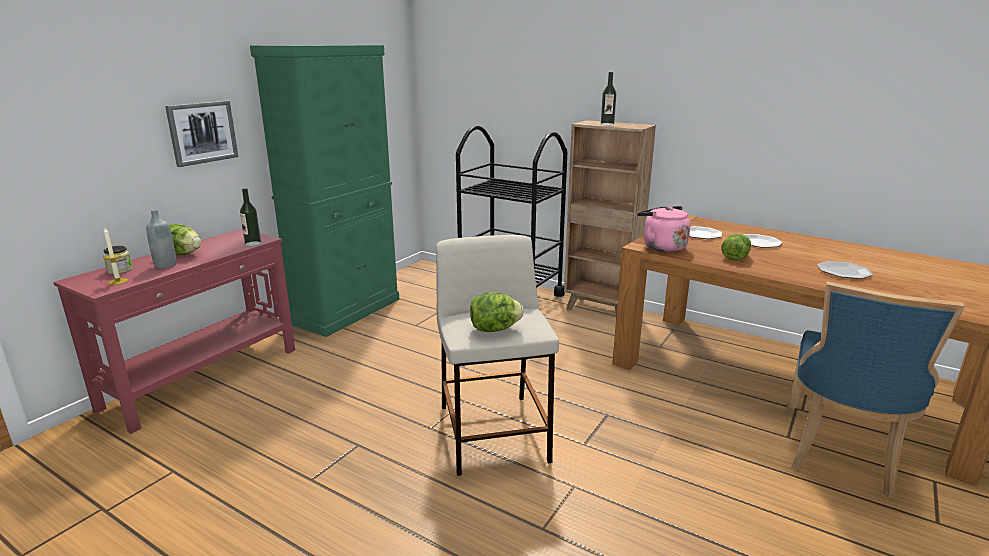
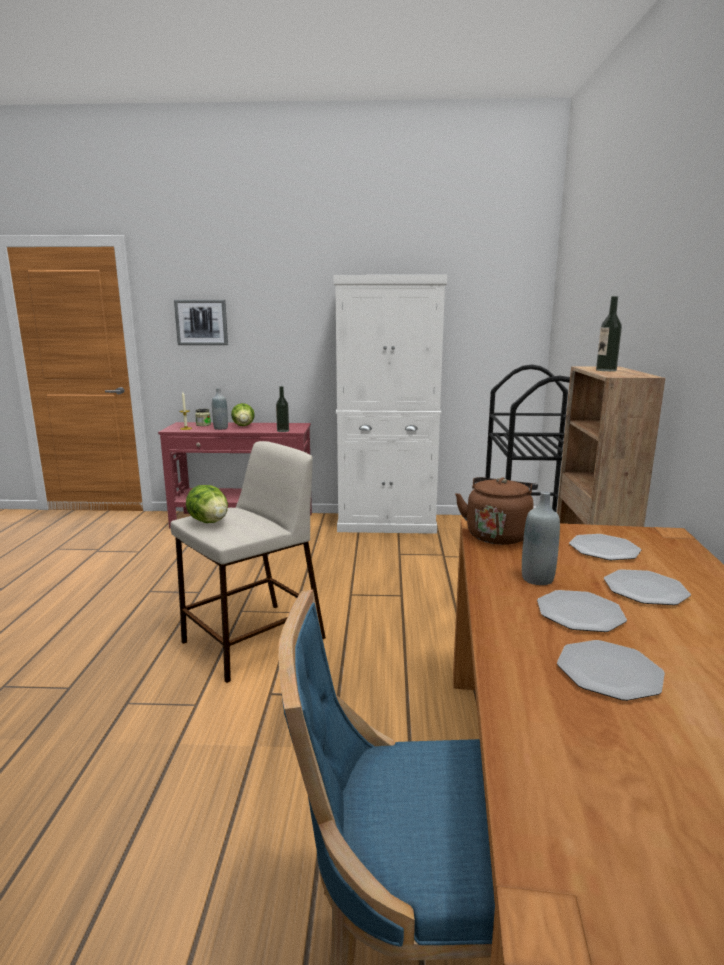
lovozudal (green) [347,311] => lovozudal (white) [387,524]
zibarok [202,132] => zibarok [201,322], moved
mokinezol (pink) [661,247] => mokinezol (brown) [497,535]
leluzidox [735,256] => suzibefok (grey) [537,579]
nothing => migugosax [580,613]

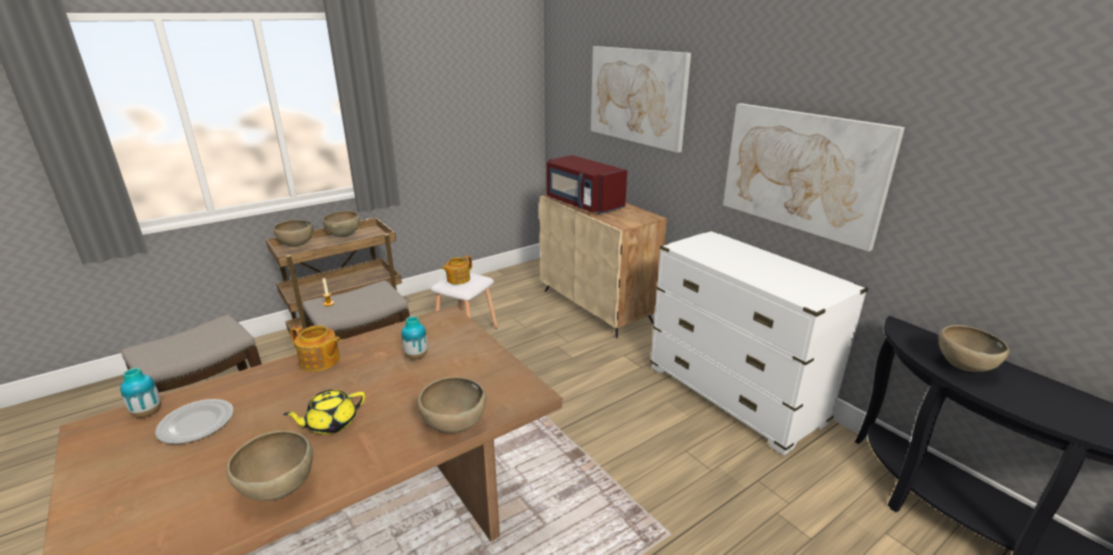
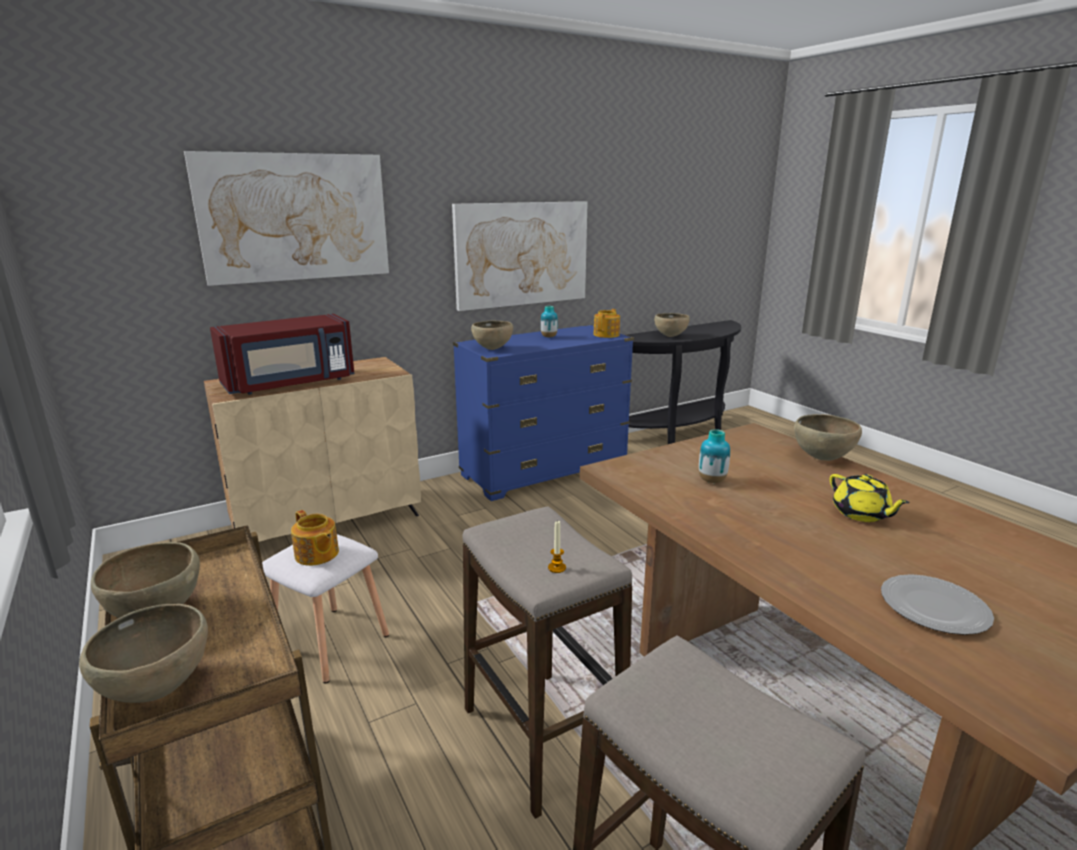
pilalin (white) [733,395] => pilalin (blue) [544,471]
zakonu [320,361] => zakonu [607,334], moved
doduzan [148,413] => doduzan [549,337], moved
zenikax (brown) [279,490] => zenikax (brown) [493,349], moved

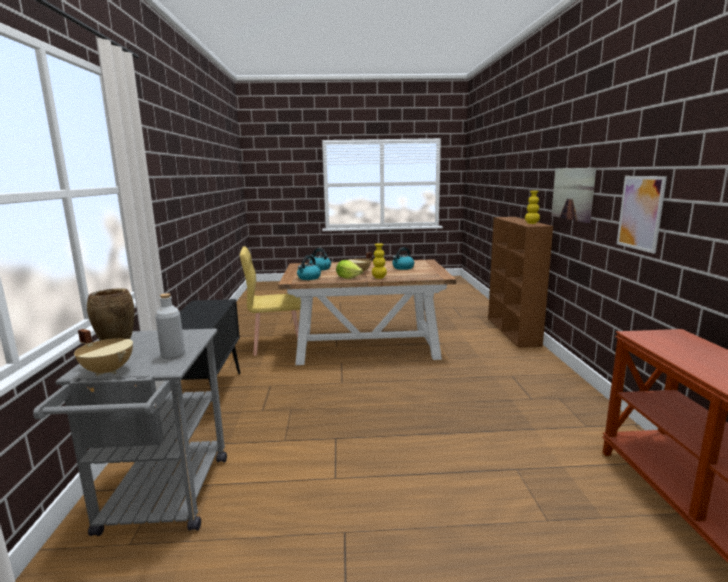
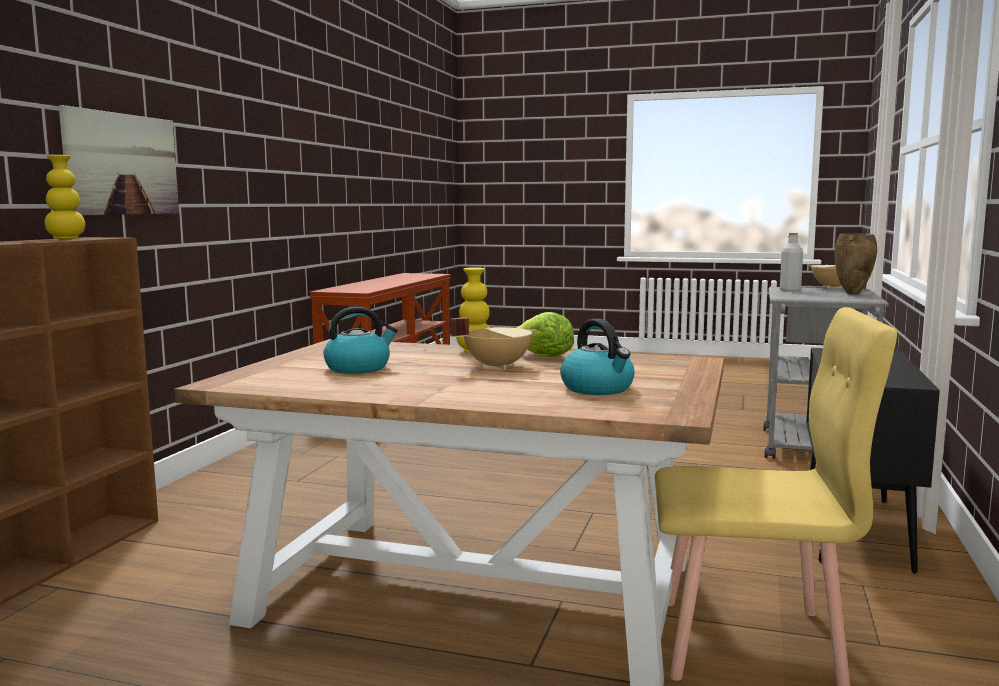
zibarok [640,213] => nothing
mokinezol [309,278] => nothing

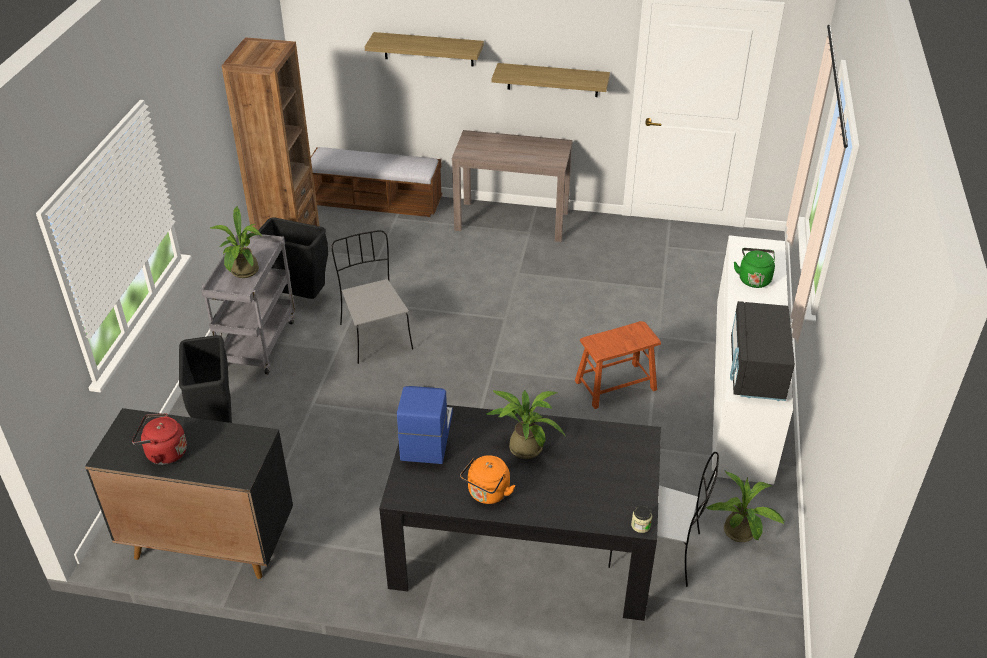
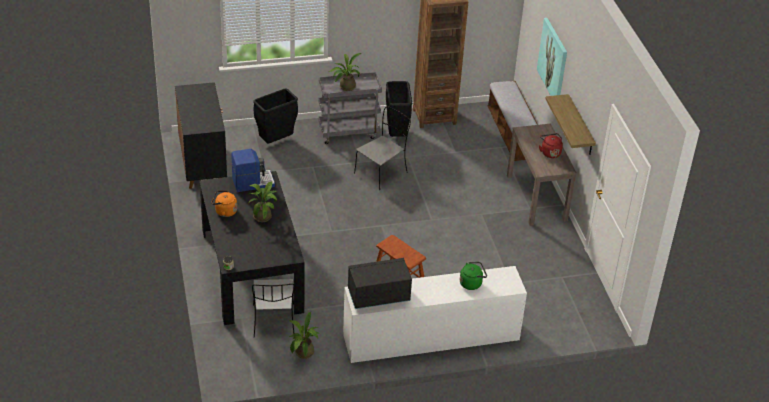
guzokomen [428,49] => zibarok [553,60]
mokinezol (red) [164,453] => mokinezol (red) [550,152], moved

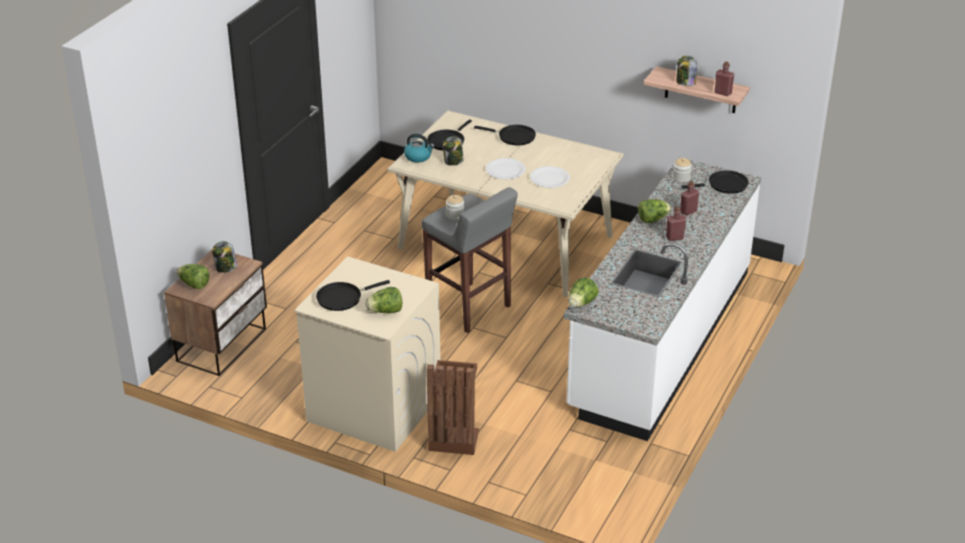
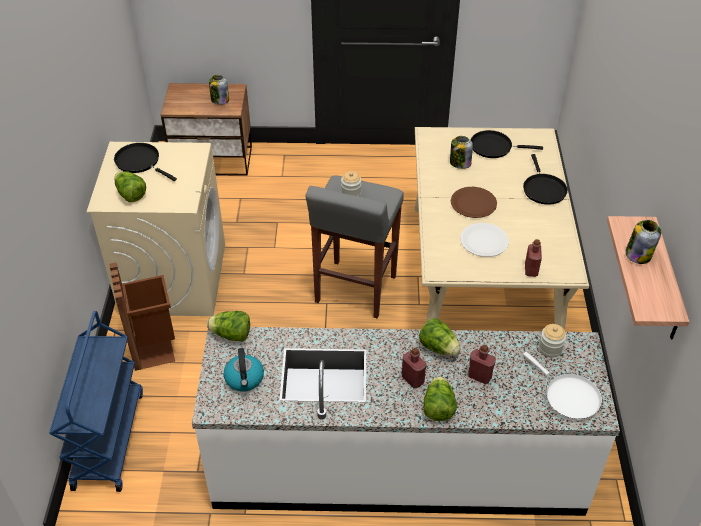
suzibefok (red) [723,93] => suzibefok (red) [531,270], moved
mokinezol [418,157] => mokinezol [244,379], moved
migugosax (white) [505,170] => migugosax (brown) [473,203]
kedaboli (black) [724,185] => kedaboli (white) [568,396]
leluzidox [194,284] => leluzidox [438,408], moved
nothing => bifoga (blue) [108,438]

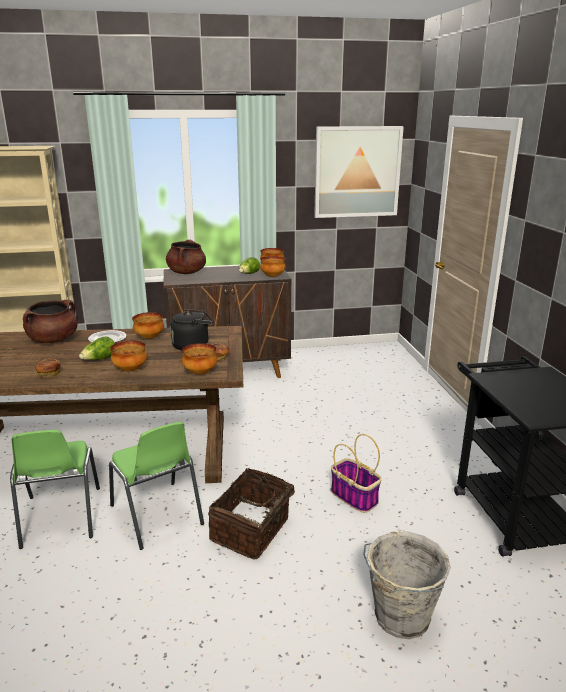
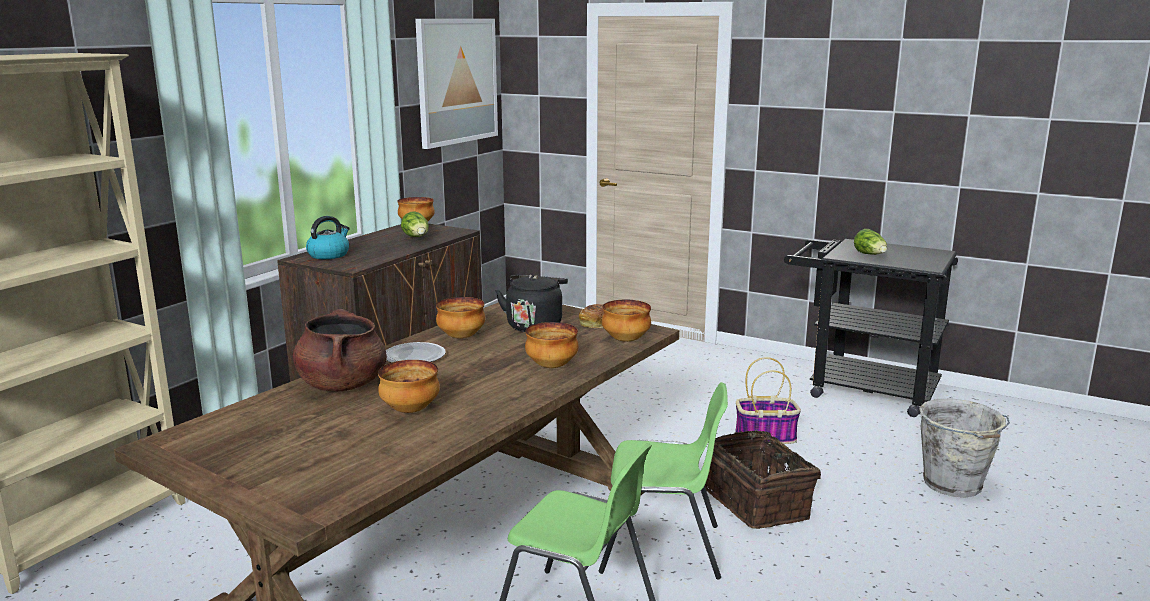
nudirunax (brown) [186,272] => mokinezol [329,255]
zenikax [272,276] => zenikax [409,410], moved
leluzidox [99,359] => leluzidox [870,255], moved
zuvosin [49,374] => nothing

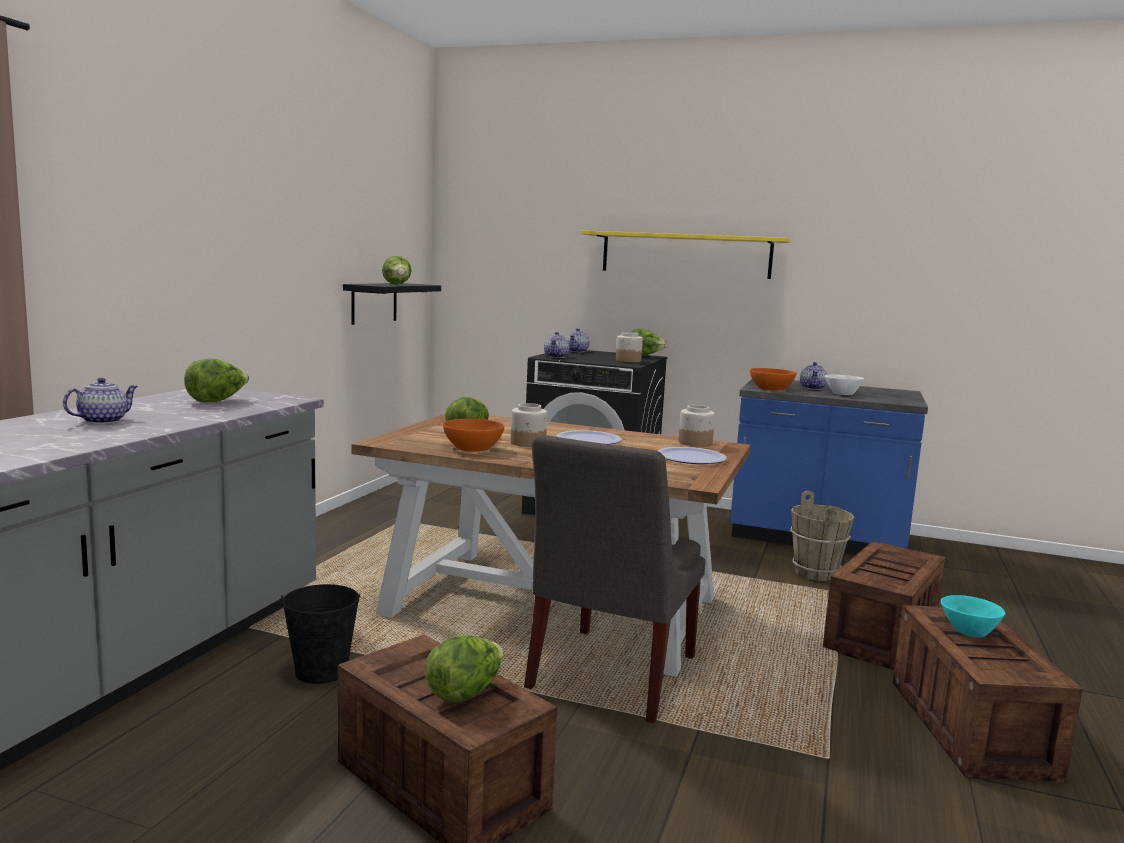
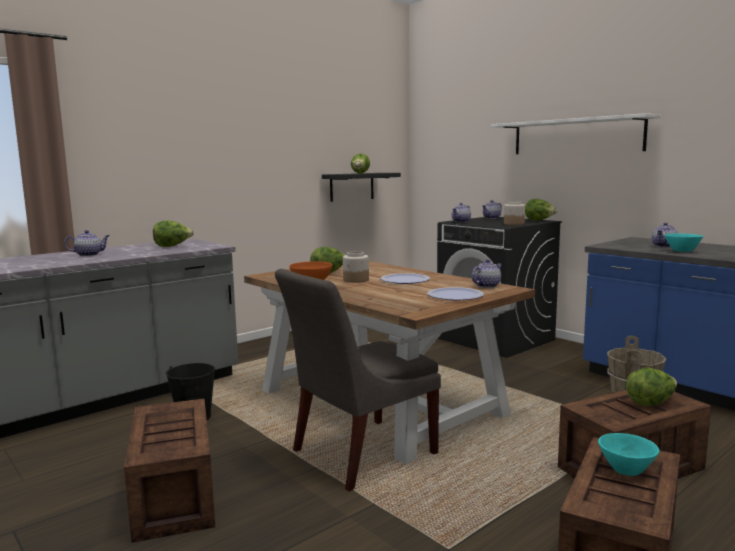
guzokomen (yellow) [685,255] => guzokomen (white) [576,136]
zenikax (orange) [771,388] => nothing
zenikax (white) [843,394] => zenikax (turquoise) [683,251]
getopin [694,443] => zakonu [486,286]
leluzidox [465,693] => leluzidox [650,403], moved

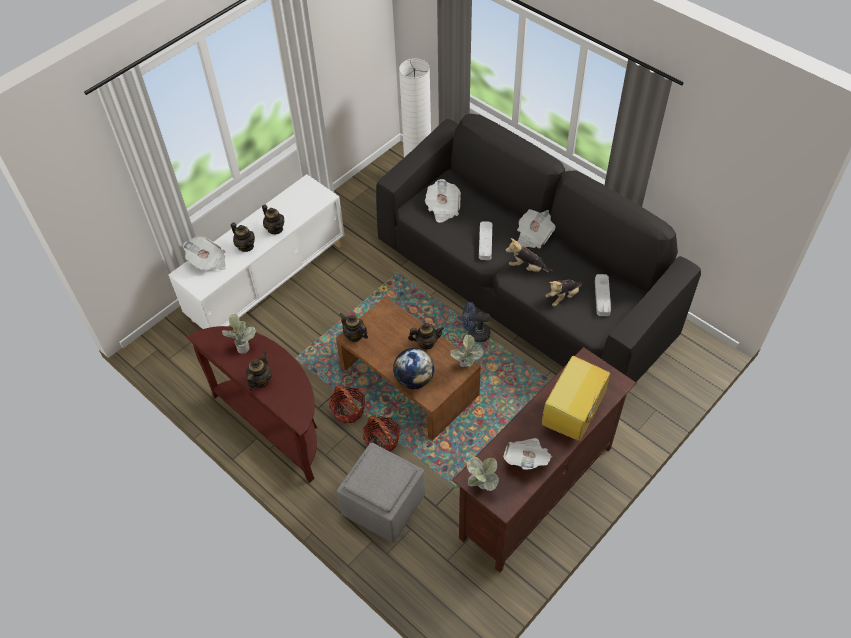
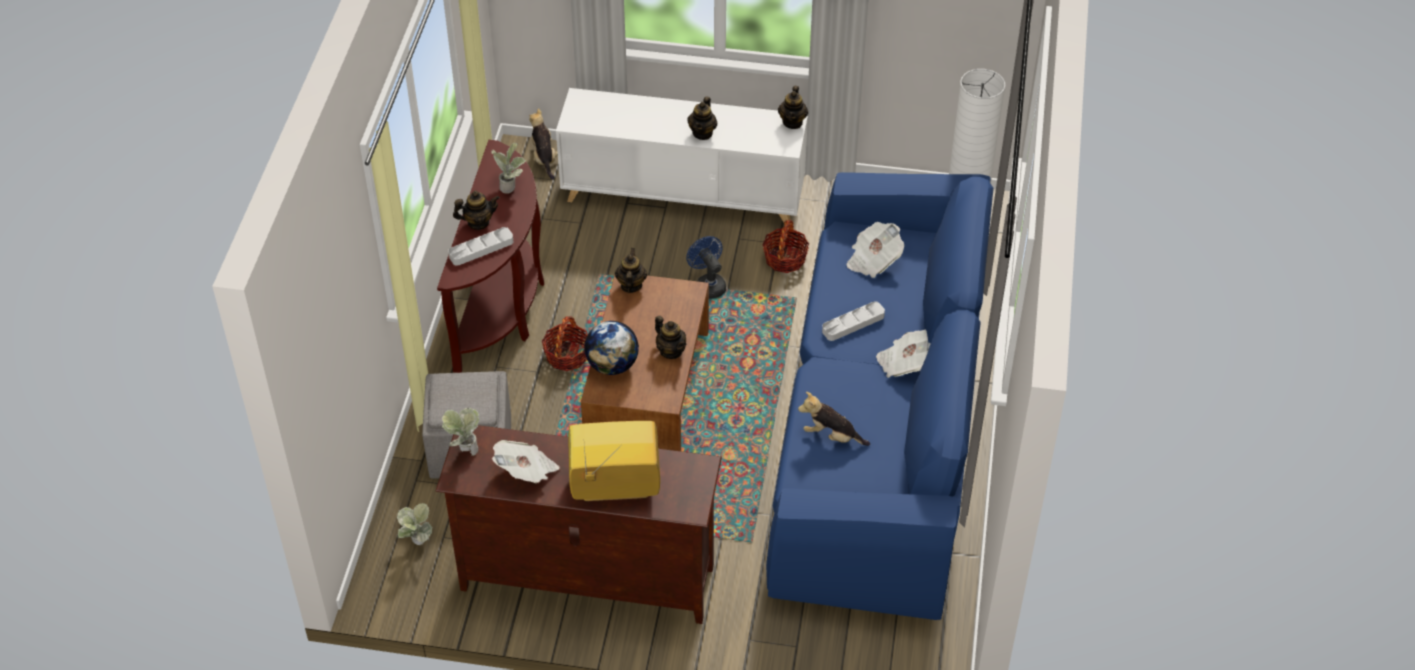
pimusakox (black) [524,287] => pimusakox (blue) [879,428]
zakonu [246,246] => zakonu [792,122], moved
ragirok [208,261] => nothing
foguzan [527,268] => foguzan [544,158], moved
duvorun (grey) [602,296] => duvorun (grey) [481,249], moved
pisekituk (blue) [475,333] => pisekituk (blue) [708,285], moved
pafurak [467,366] => pafurak [418,544], moved
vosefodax [382,440] => vosefodax [785,259], moved

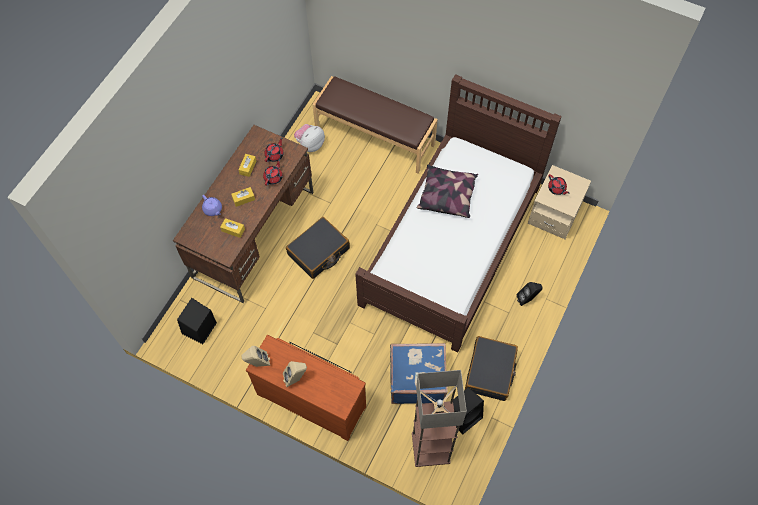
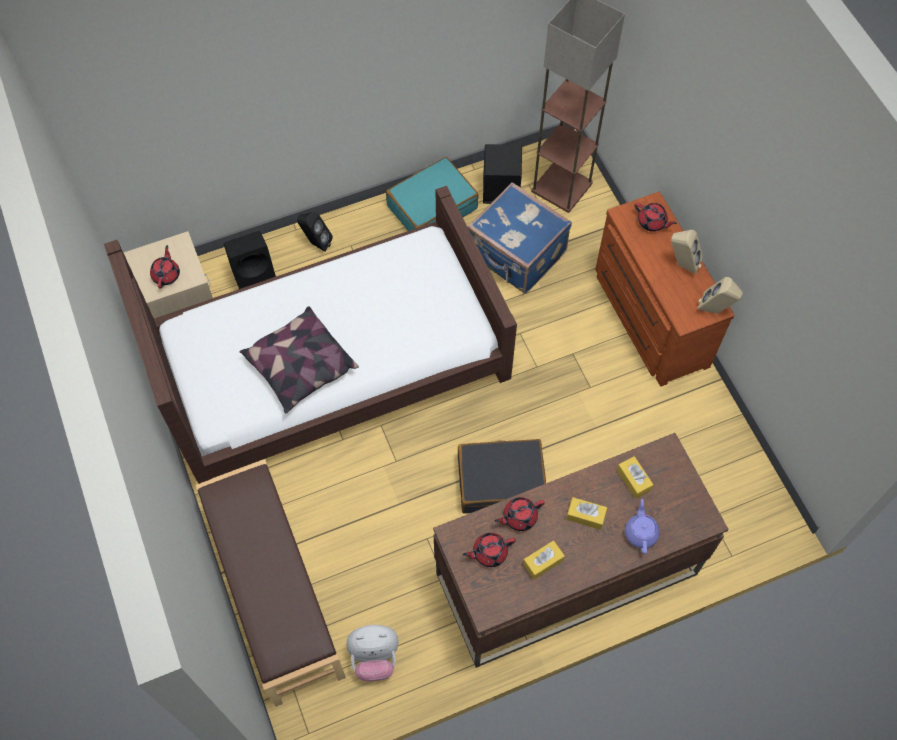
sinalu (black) [199,329] => sinalu (black) [256,276], moved
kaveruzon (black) [490,372] => kaveruzon (turquoise) [432,207]
nothing => zakonu (red) [652,222]

